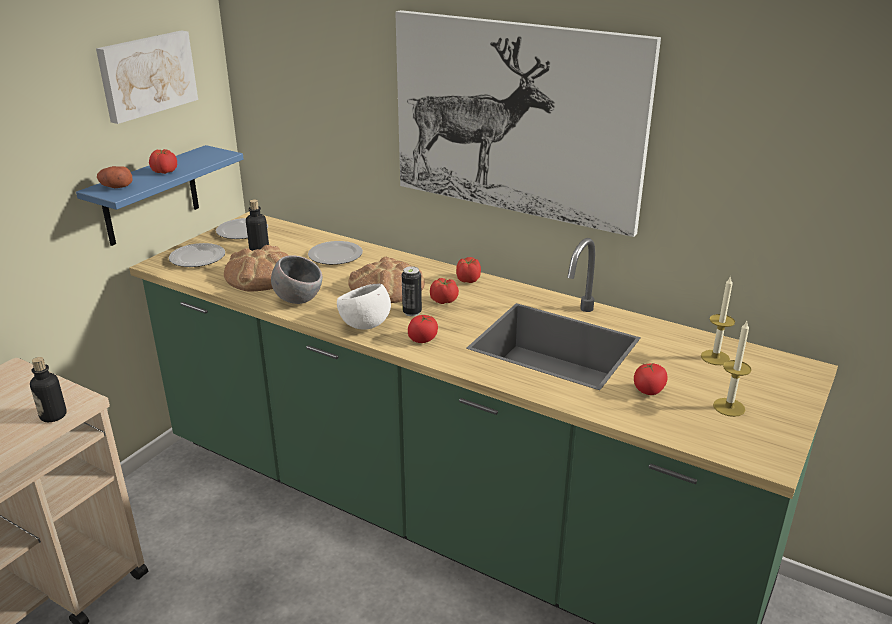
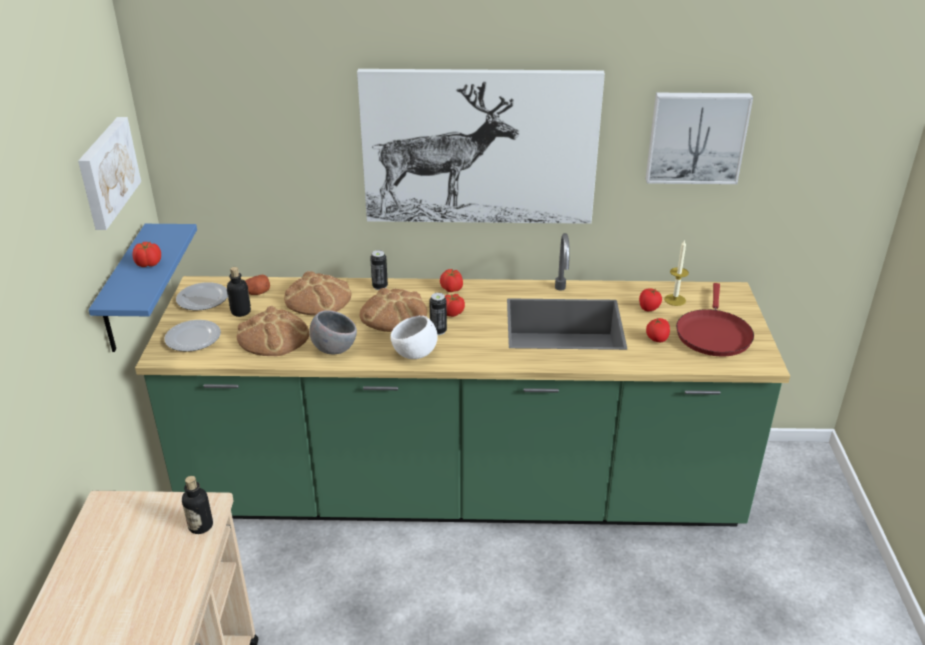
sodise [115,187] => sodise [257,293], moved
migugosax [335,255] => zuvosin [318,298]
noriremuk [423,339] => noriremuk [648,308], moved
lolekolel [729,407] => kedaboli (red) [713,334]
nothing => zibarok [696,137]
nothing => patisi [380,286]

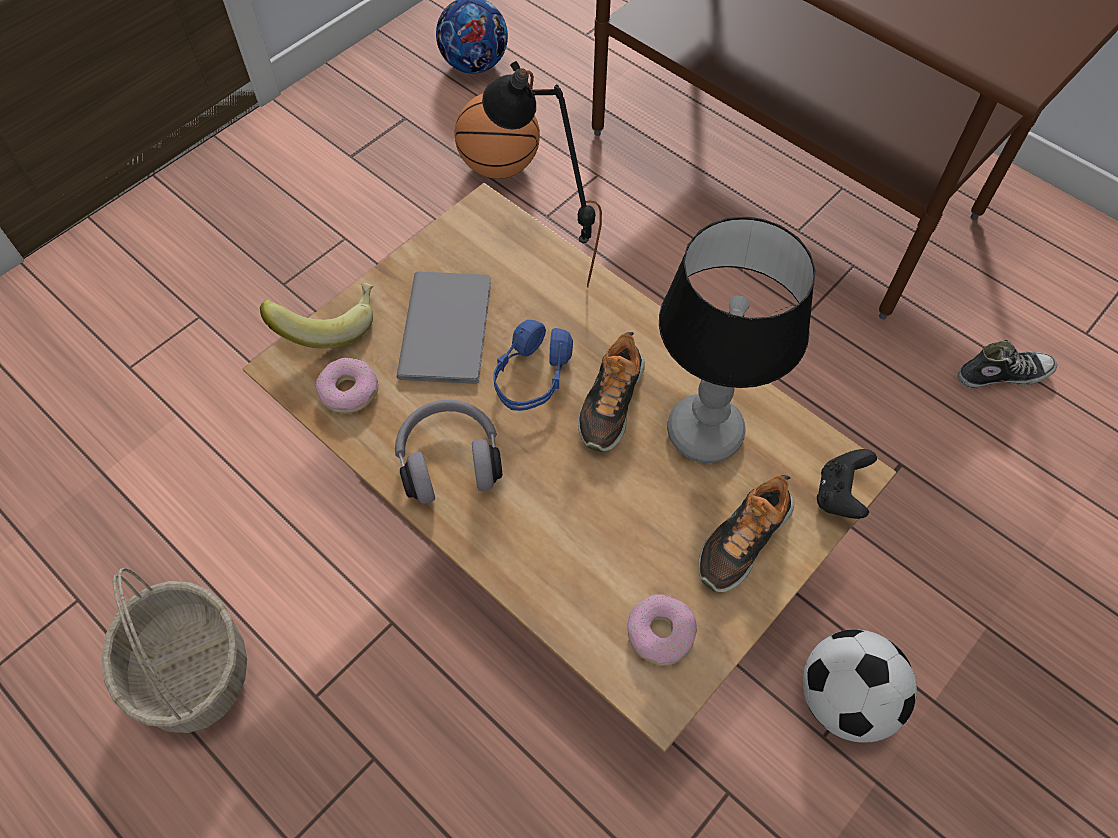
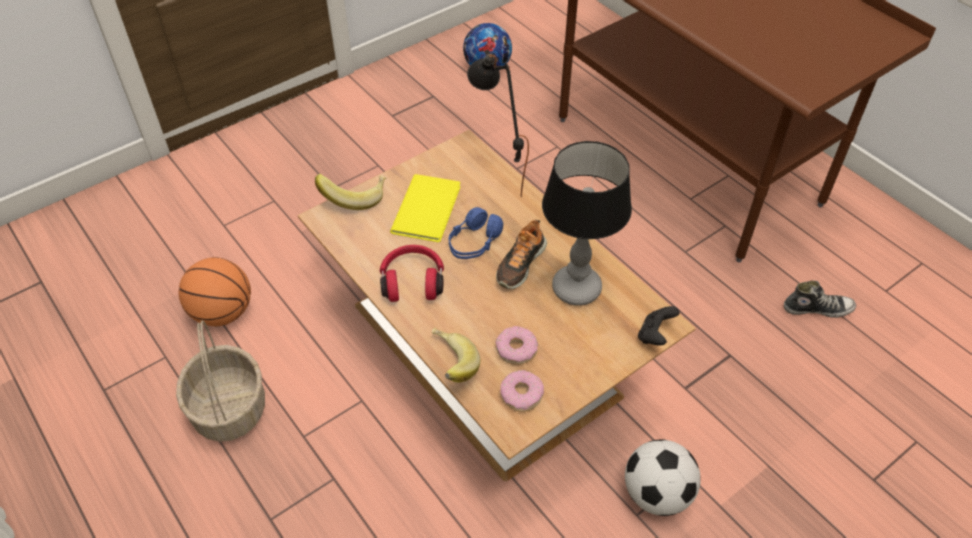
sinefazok [499,166] => sinefazok [222,313], moved
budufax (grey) [450,326] => budufax (yellow) [429,208]
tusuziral [349,391] => tusuziral [516,349], moved
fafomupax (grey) [449,458] => fafomupax (red) [412,281]
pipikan [742,540] => nothing
nothing => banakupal [449,365]

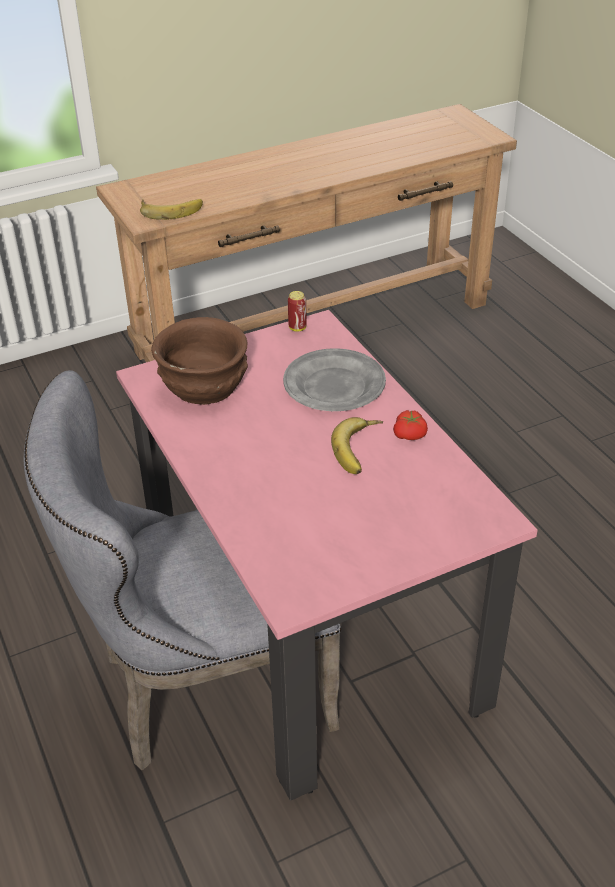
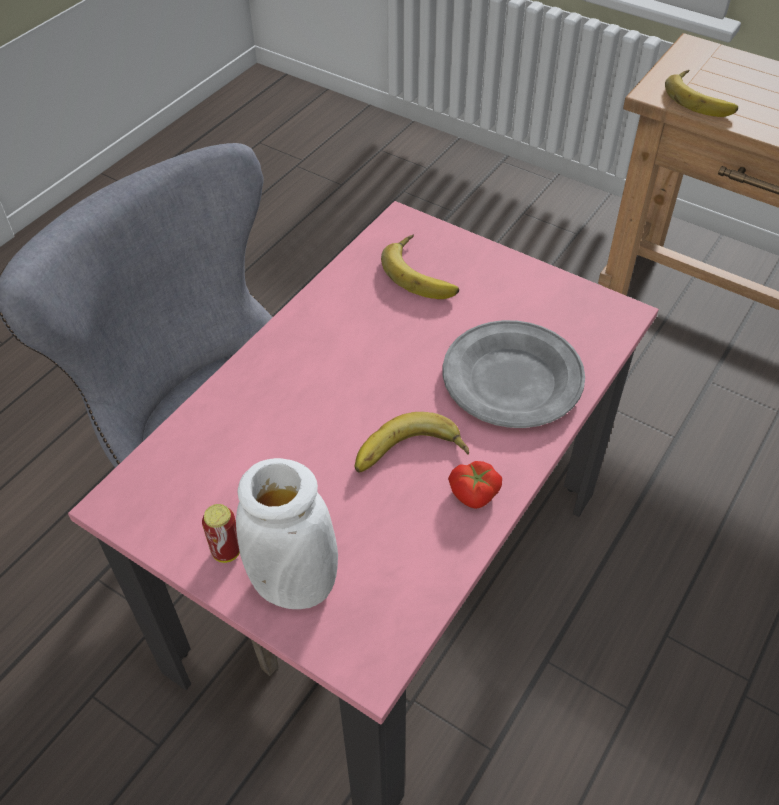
patisi [297,328] => patisi [227,551], moved
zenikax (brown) [205,385] => banakupal [423,273]
nothing => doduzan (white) [294,582]

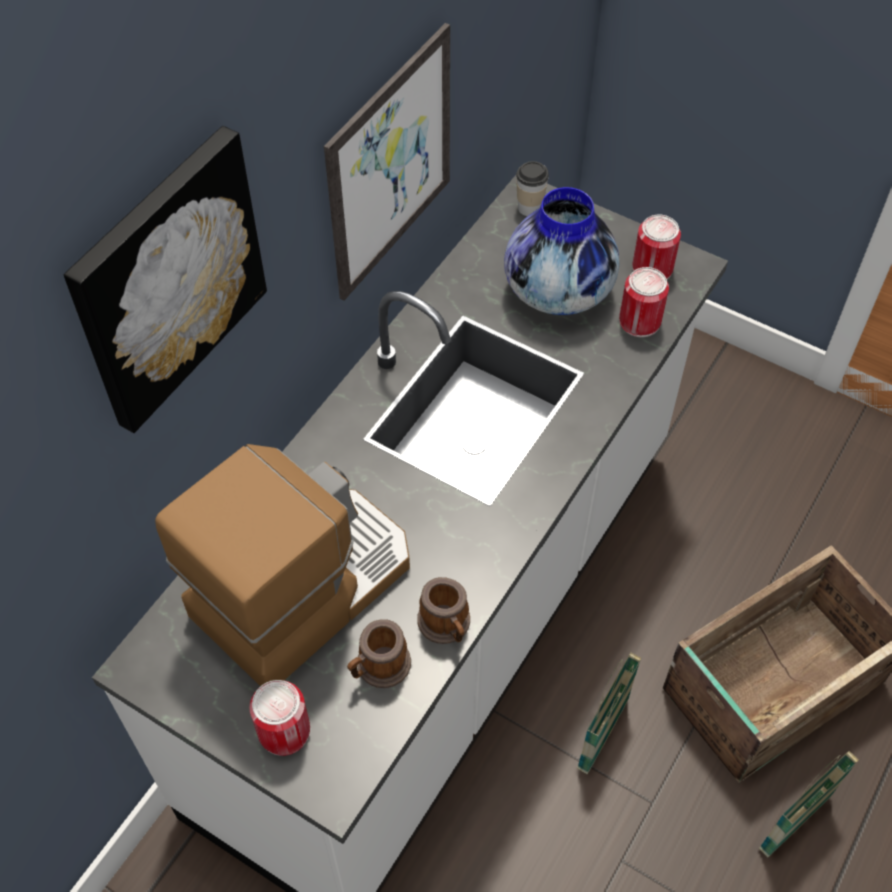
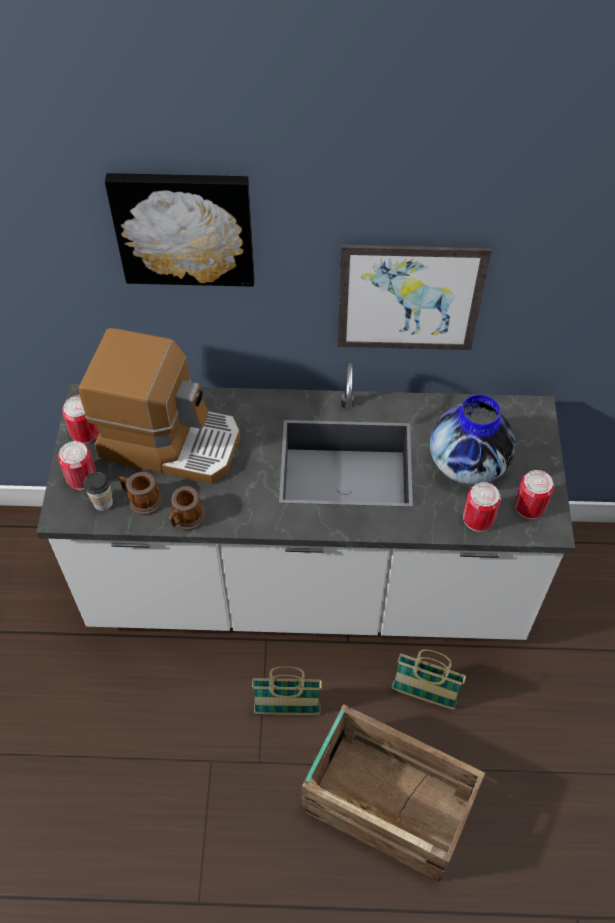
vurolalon [529,207] => vurolalon [103,502], moved
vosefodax [794,823] => vosefodax [423,696], moved
nothing => patisi [85,432]

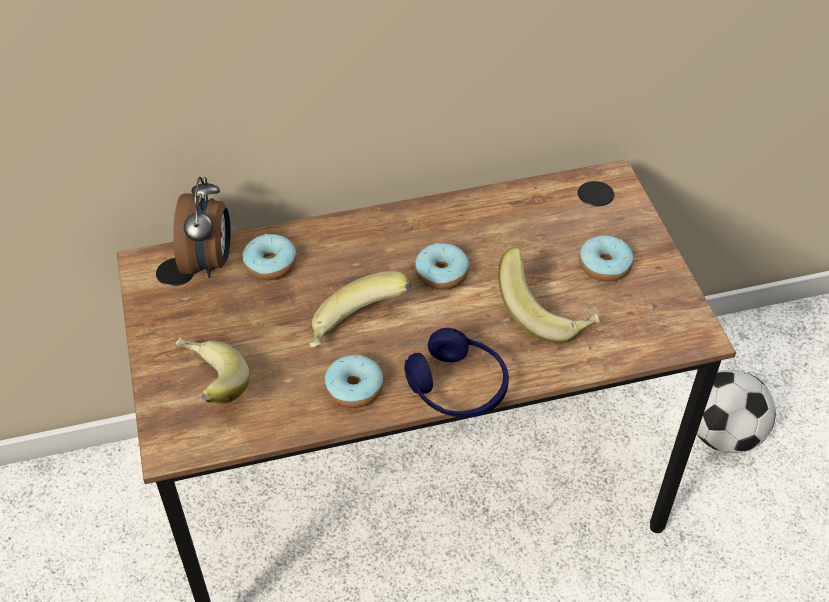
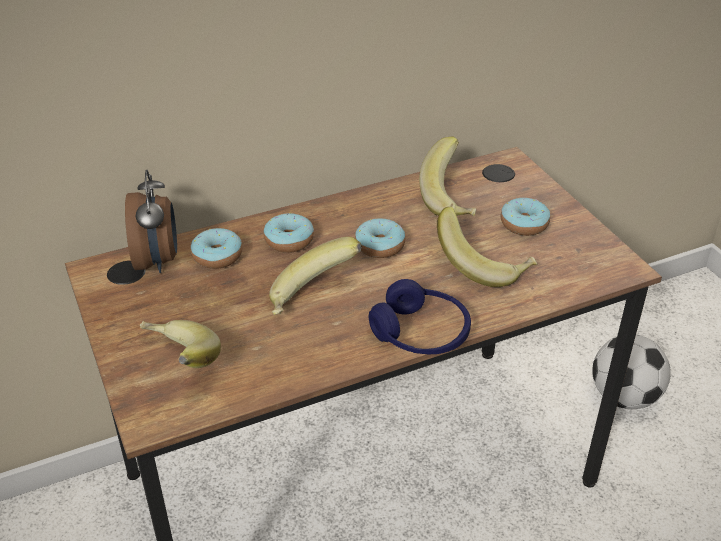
tusuziral [354,388] => tusuziral [289,240], moved
nothing => banakupal [452,200]

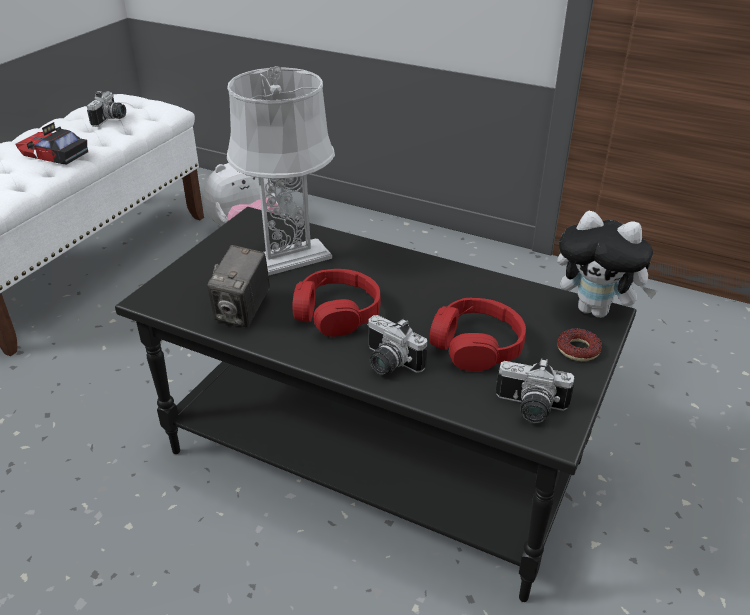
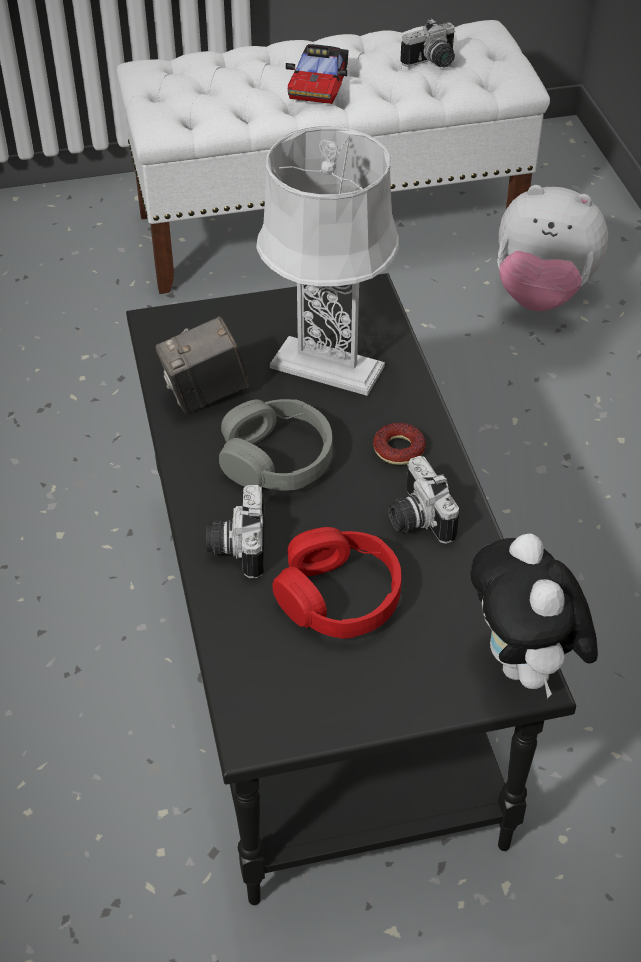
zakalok [54,153] => zakalok [318,84], 150 degrees counterclockwise
fafomupax (red) [337,313] => fafomupax (grey) [276,459]
tusuziral [578,349] => tusuziral [398,449], moved
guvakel [530,409] => guvakel [416,519], moved

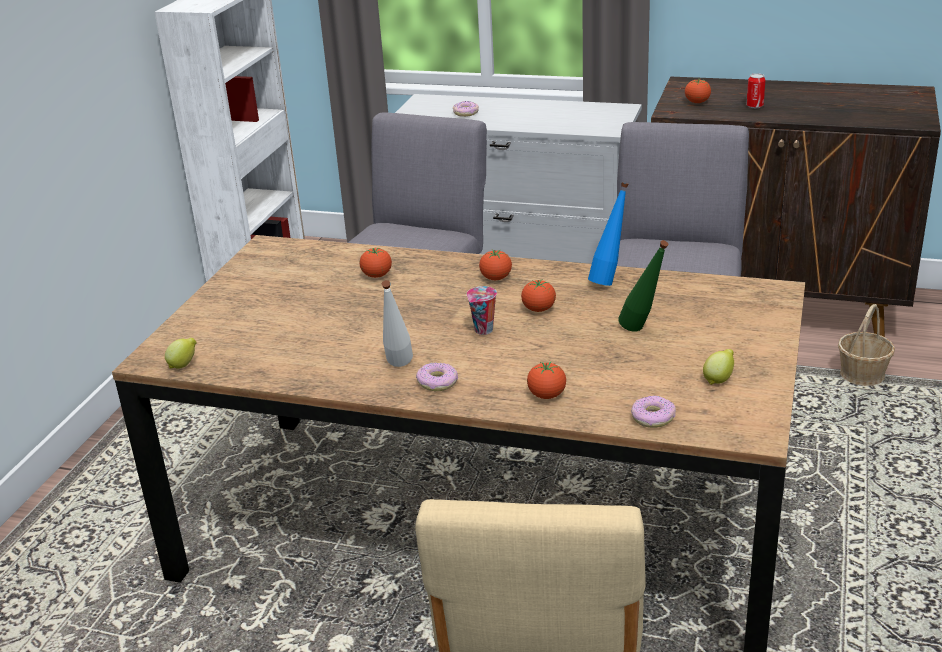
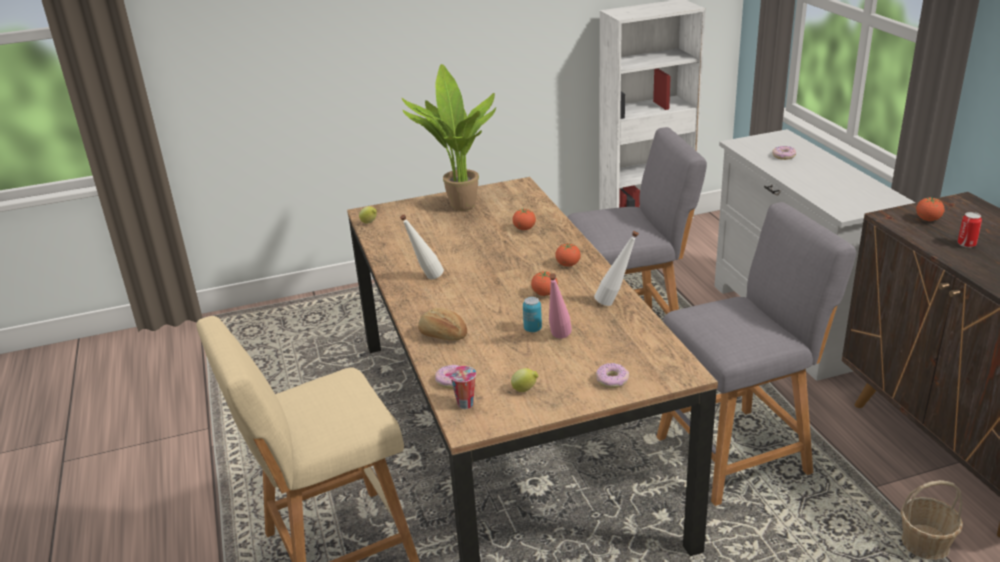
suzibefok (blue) [609,280] => suzibefok (white) [615,303]
suzibefok (green) [642,331] => suzibefok (pink) [558,340]
vurolalon [483,331] => vurolalon [464,404], moved
noriremuk [547,395] => zuvosin [442,335]
tusuziral [437,382] => tusuziral [612,380], moved
nothing => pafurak [458,207]
nothing => patisi [532,329]

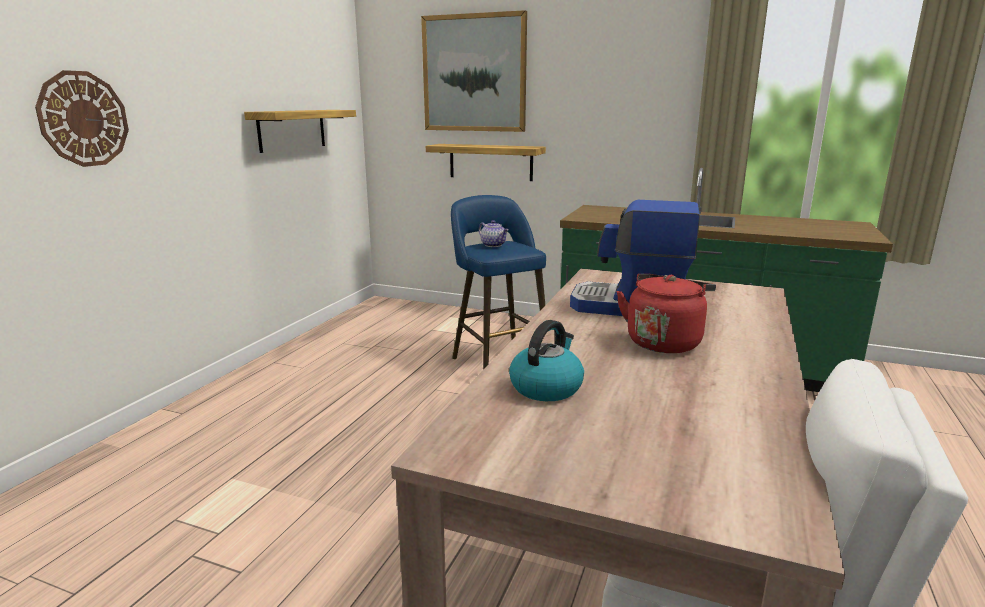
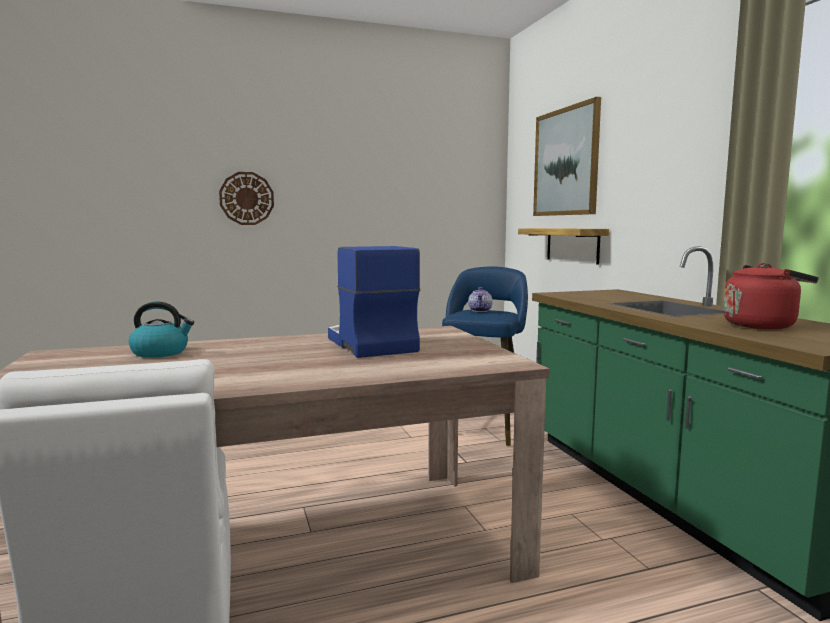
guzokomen [292,130] => nothing
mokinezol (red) [664,341] => mokinezol (red) [762,325], moved

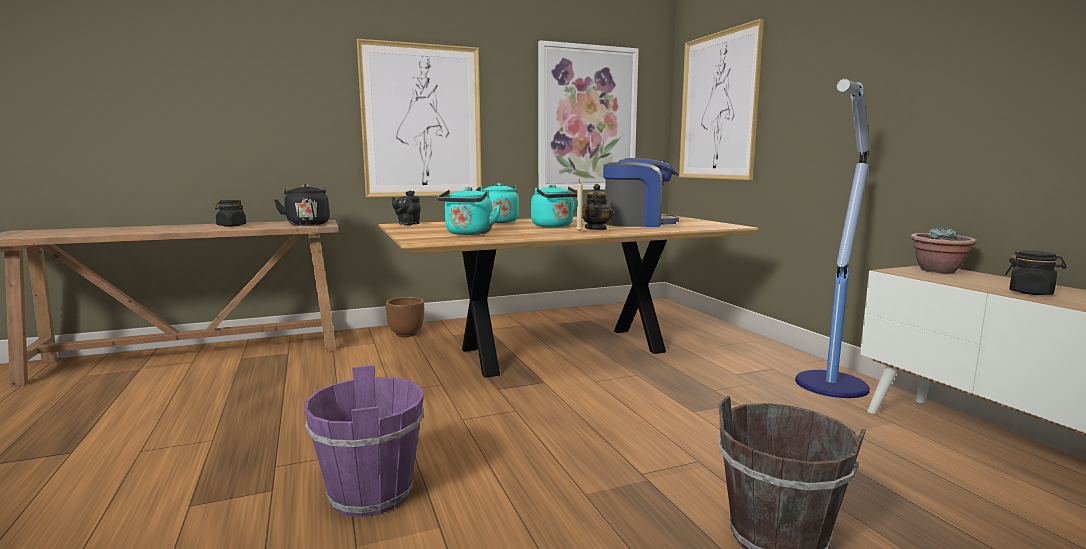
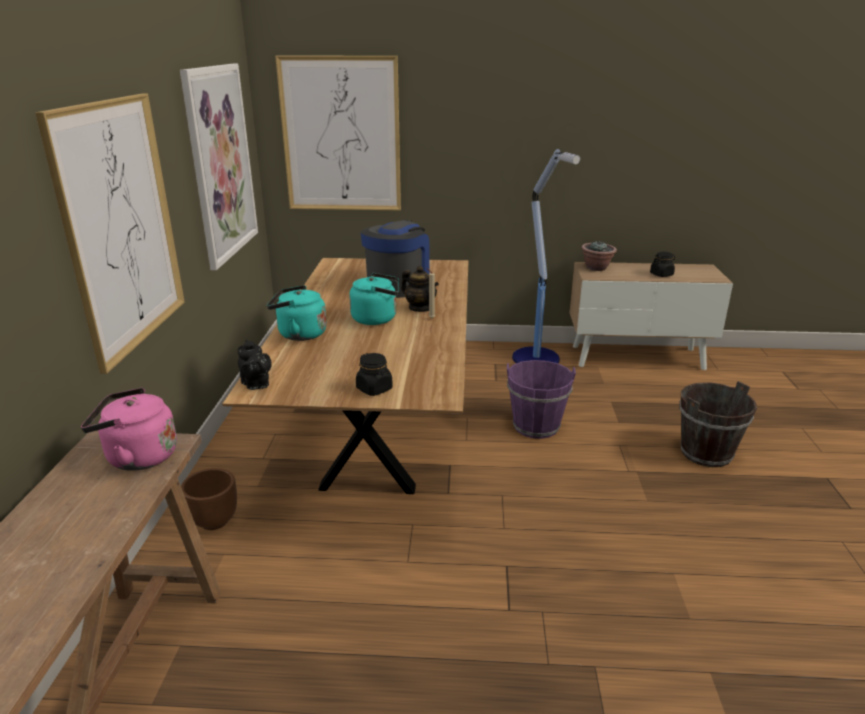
mokinezol (black) [307,224] => mokinezol (pink) [137,457]
mokinezol (turquoise) [468,234] => nothing
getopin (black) [231,225] => getopin (black) [374,389], moved
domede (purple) [372,493] => domede (purple) [536,426], moved

